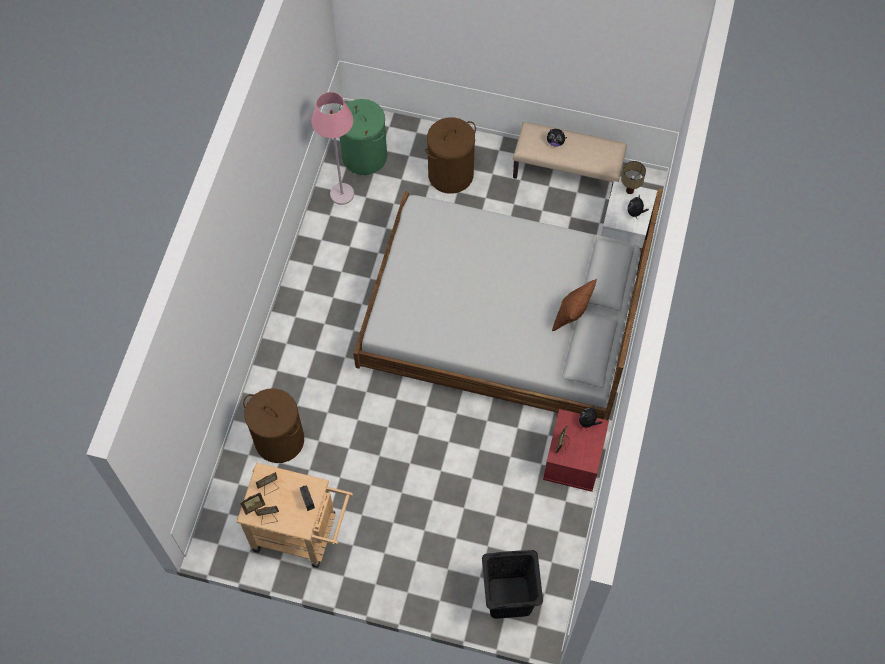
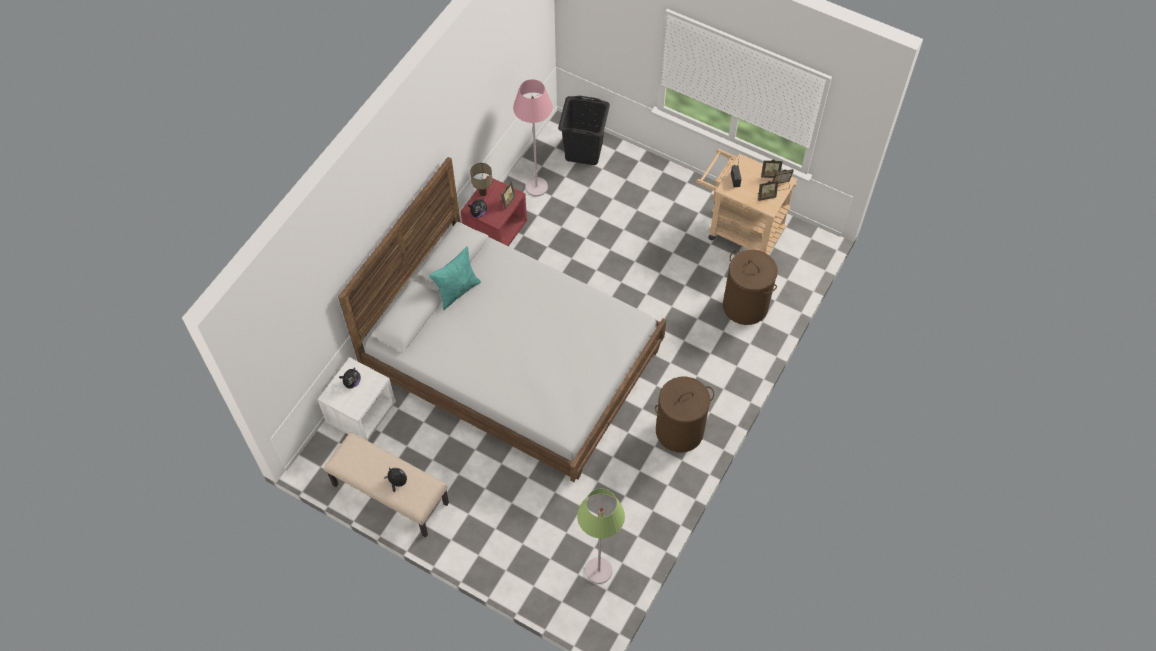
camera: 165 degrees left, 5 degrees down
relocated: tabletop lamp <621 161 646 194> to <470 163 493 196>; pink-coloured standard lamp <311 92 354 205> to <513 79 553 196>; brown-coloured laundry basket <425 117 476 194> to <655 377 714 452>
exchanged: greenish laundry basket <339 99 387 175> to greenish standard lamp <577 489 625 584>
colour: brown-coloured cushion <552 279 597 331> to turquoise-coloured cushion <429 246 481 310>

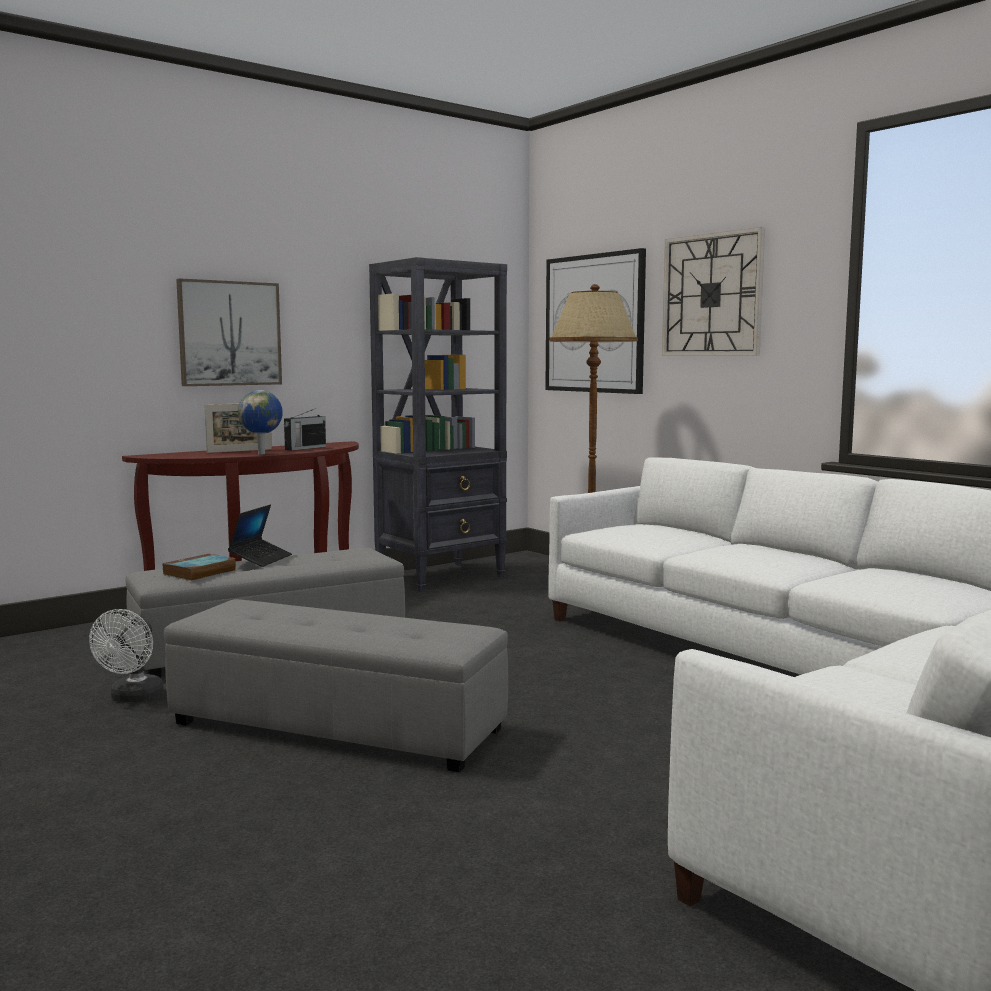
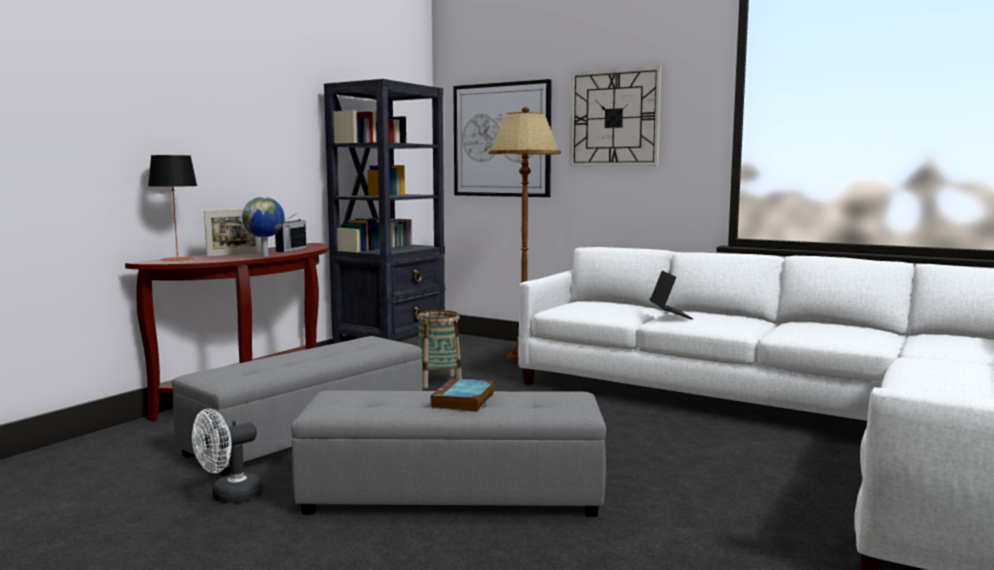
camera: 20 degrees left, 0 degrees up
missing: picture <176 278 282 386>
appeared: tabletop lamp <148 155 197 261>; storage basket <417 310 462 388>
relocated: bound book <163 553 236 581> to <431 378 494 412>; laptop <228 505 292 567> to <650 271 693 320>
spun: white cooling fan <89 609 164 702> = <192 409 263 503> 60 degrees clockwise

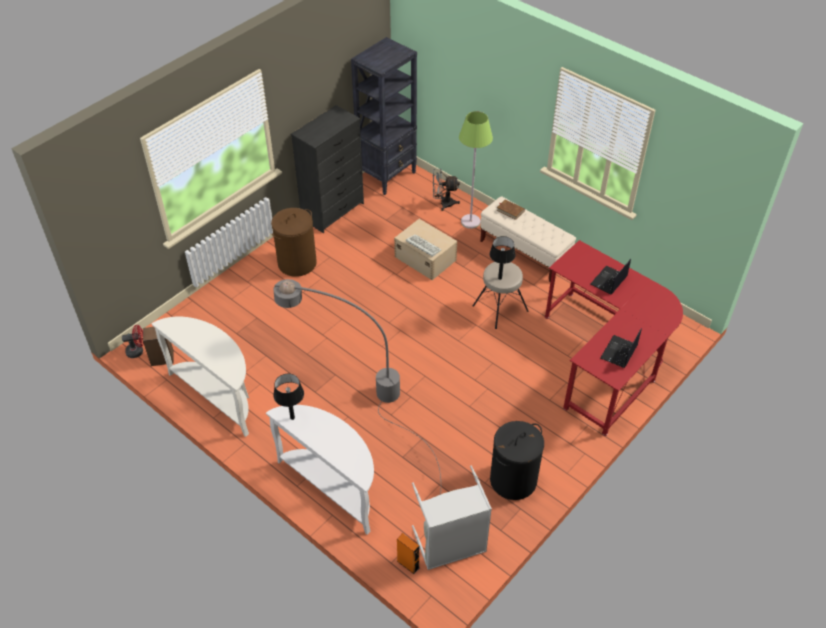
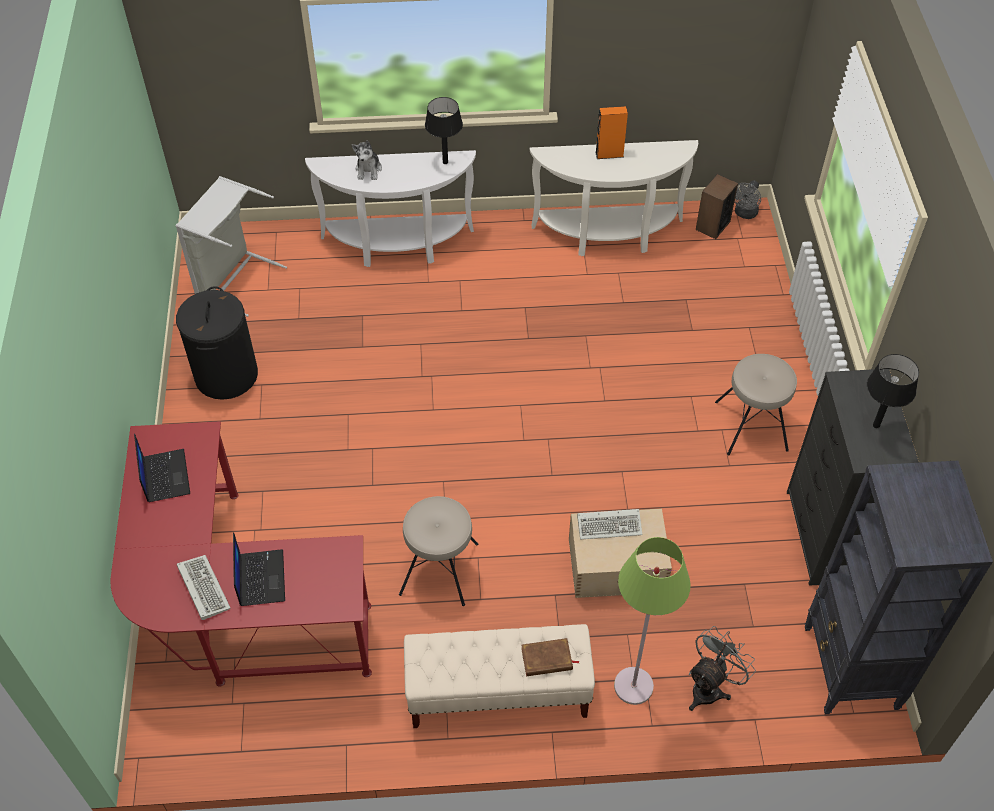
camera: 135 degrees right, 5 degrees up
missing: greyish standard lamp <273 279 441 495>
appeared: keyboard <177 555 231 620>; soft toy <352 141 382 180>
relocated: orange-coloured speaker <397 533 419 574> to <595 106 628 159>; blackish tabletop lamp <490 236 515 280> to <867 354 919 428>
exchanged: brown-coloured laundry basket <271 208 317 277> to beige-coloured stool <715 354 797 455>
colour: reddish cooling fan <122 325 144 358> to greyish cooling fan <735 180 761 219>

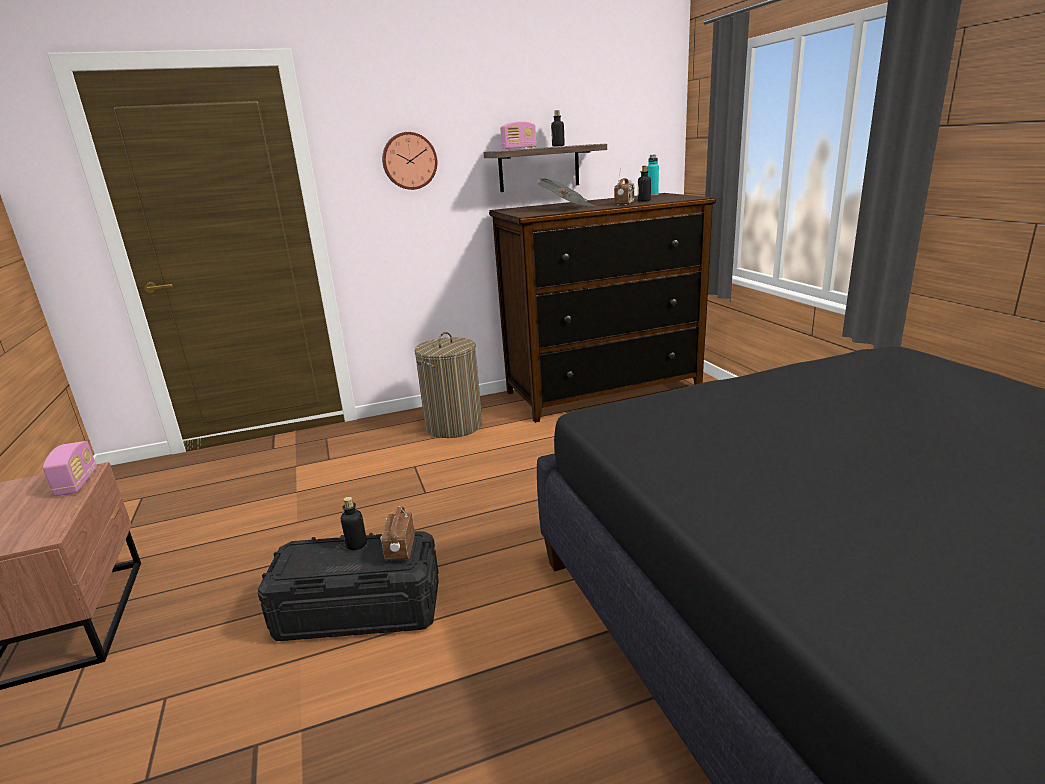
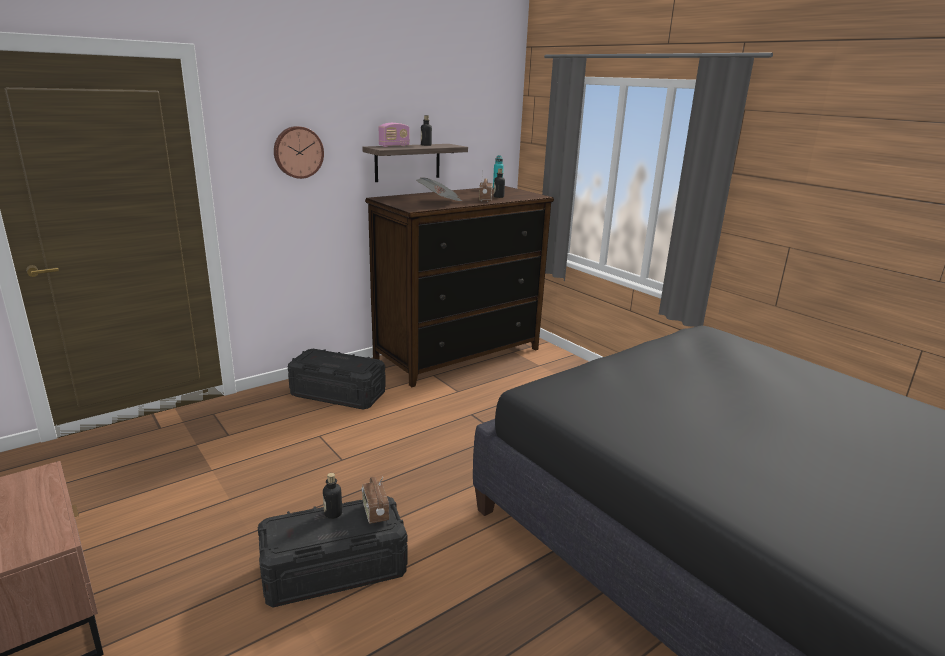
camera: 20 degrees left, 0 degrees up
missing: radio set <43 441 97 496>
exchanged: laundry basket <415 332 482 438> to blackish storage box <288 349 386 409>

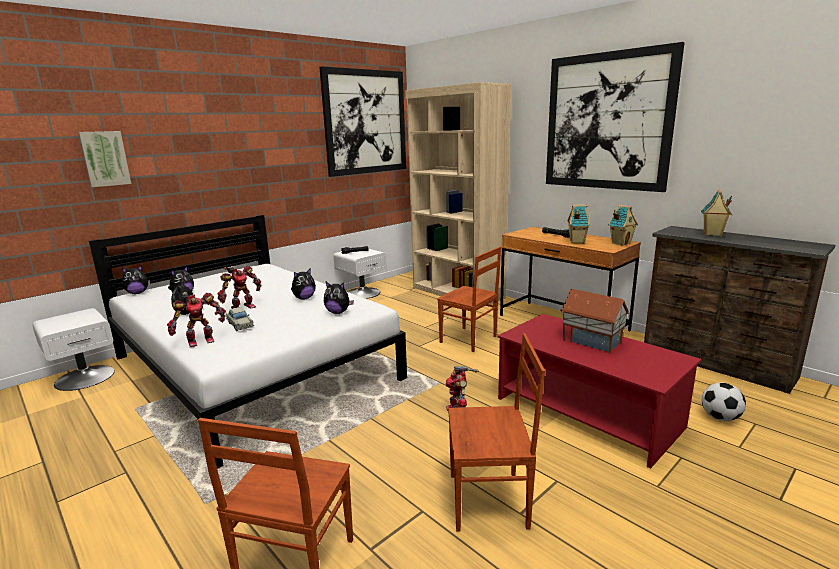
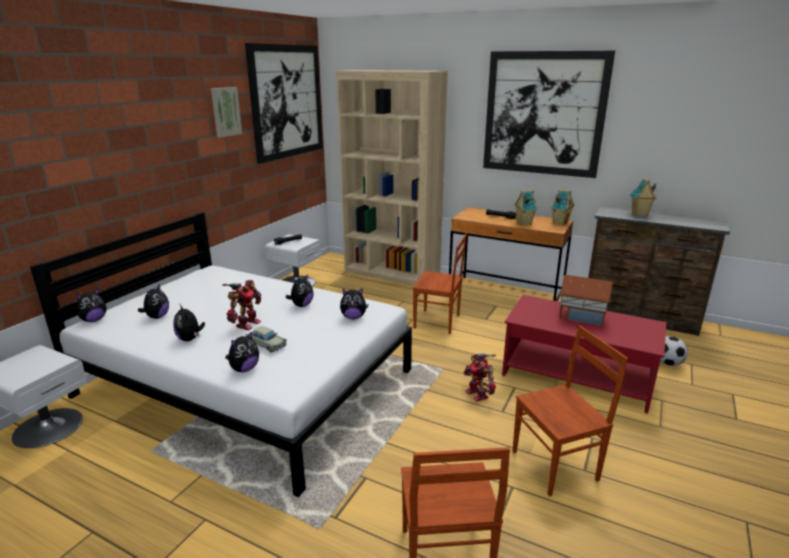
camera: 20 degrees left, 5 degrees up
relocated: picture <78 131 131 187> to <211 87 242 138>
exchanged: toy robot <167 292 226 347> to soft toy <225 331 259 372>

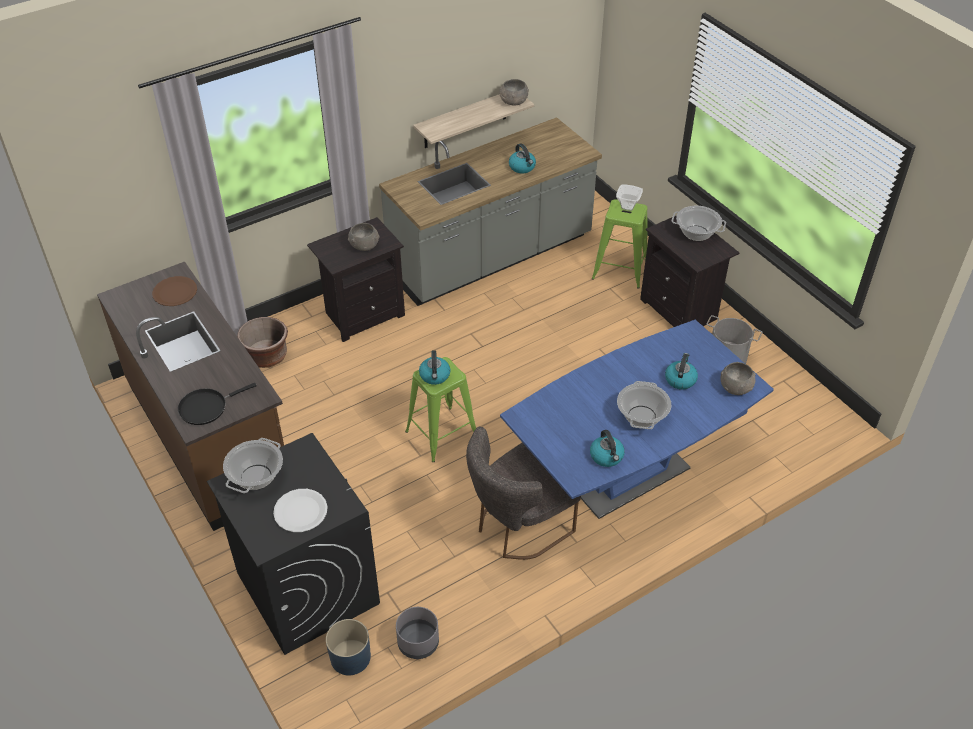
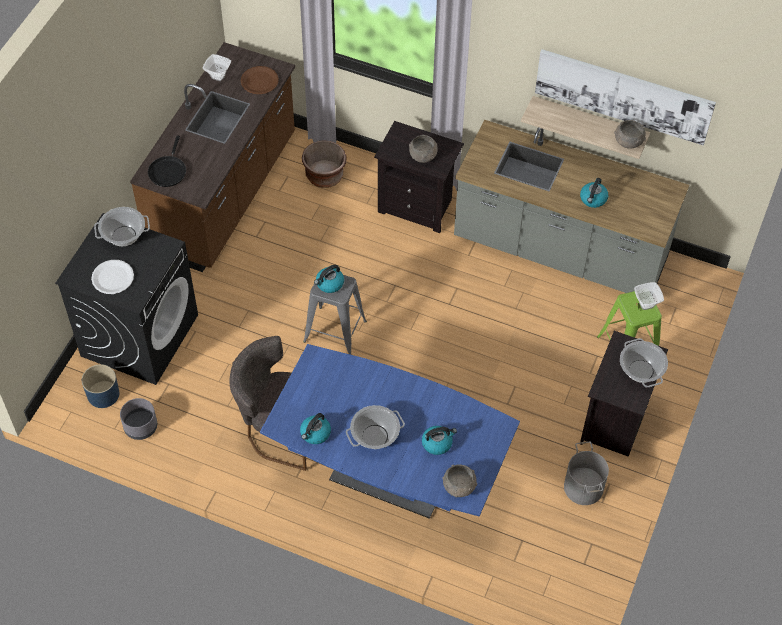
camera: 55 degrees right, 10 degrees up
appeared: serving bowl <203 54 231 81>; picture <535 49 716 146>
colour: greenish stool <405 357 476 462> to greyish stool <303 275 367 355>
spun: blackish frying pan <178 383 257 425> = <148 135 186 187> 105 degrees counterclockwise

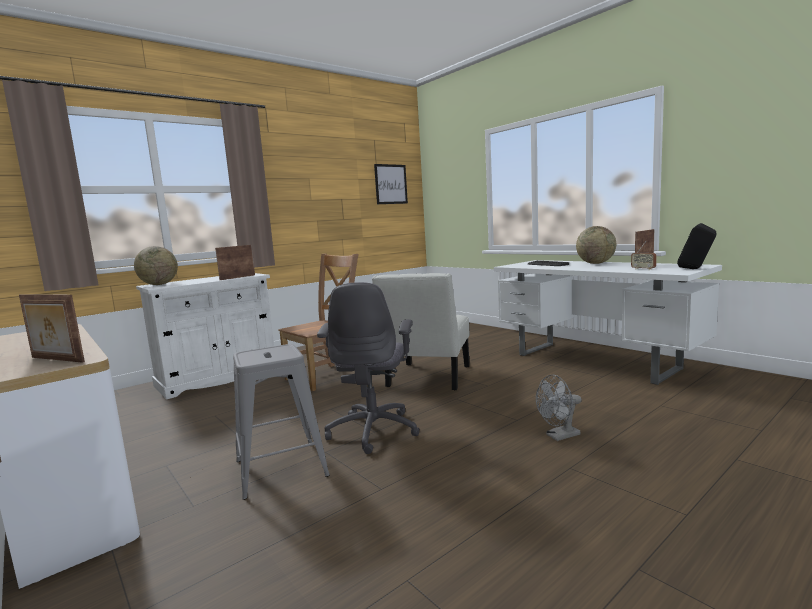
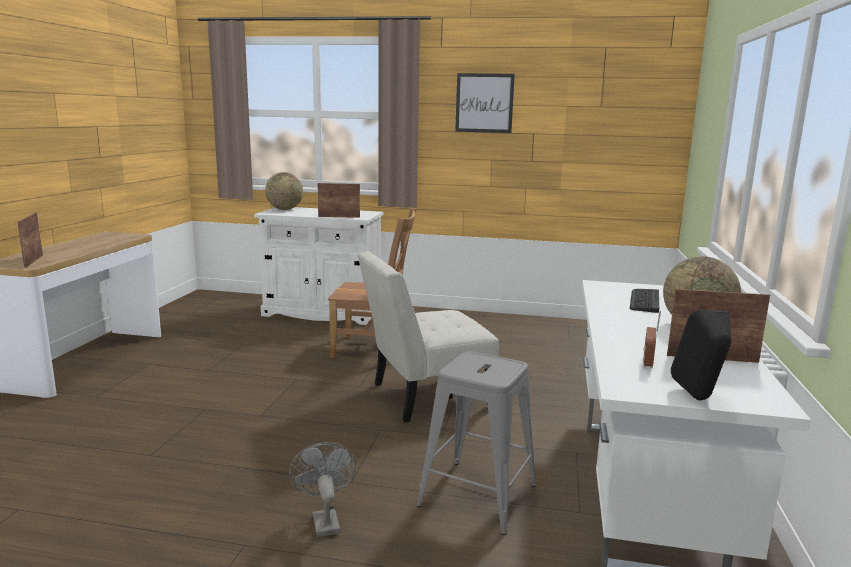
camera: 50 degrees right, 5 degrees up
missing: greyish office chair <317 282 420 454>
relocated: greyish stool <233 344 330 500> to <416 351 536 535>; picture <374 164 408 204> to <455 73 515 133>
spun: greyish cooling fan <536 375 582 441> = <289 442 356 537> 45 degrees clockwise

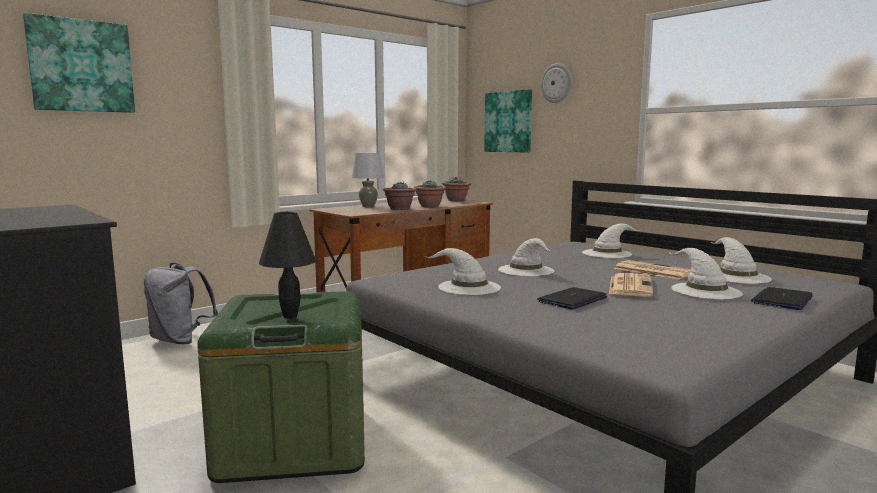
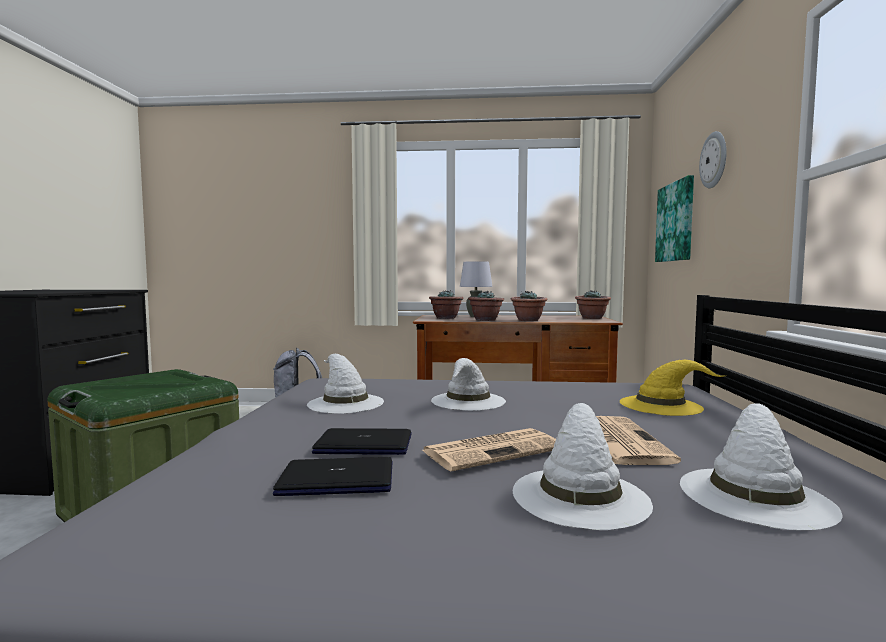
camera: 45 degrees right, 5 degrees down
missing: picture <23 13 135 113>; blackish tabletop lamp <259 212 316 319>
appeared: potted plant <429 290 463 319>
relocated: laptop <751 287 813 310> to <273 457 392 496>
colour: white clothing hat <582 223 640 258> to yellow-coloured clothing hat <620 360 727 416>

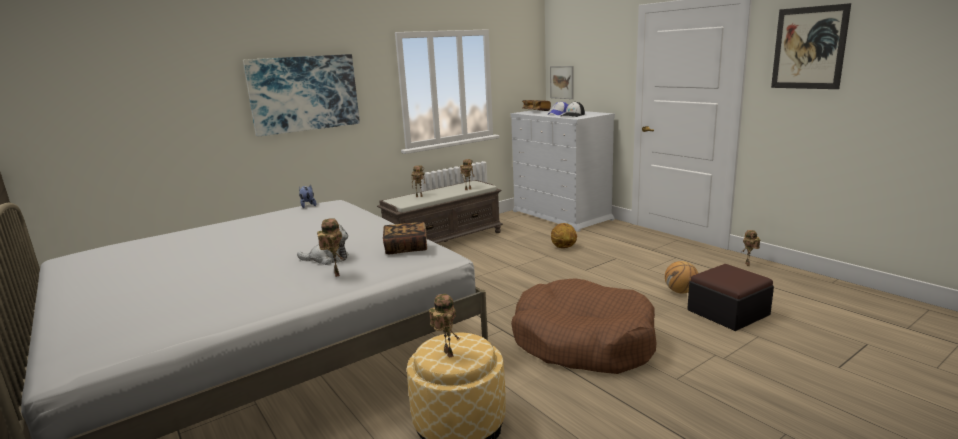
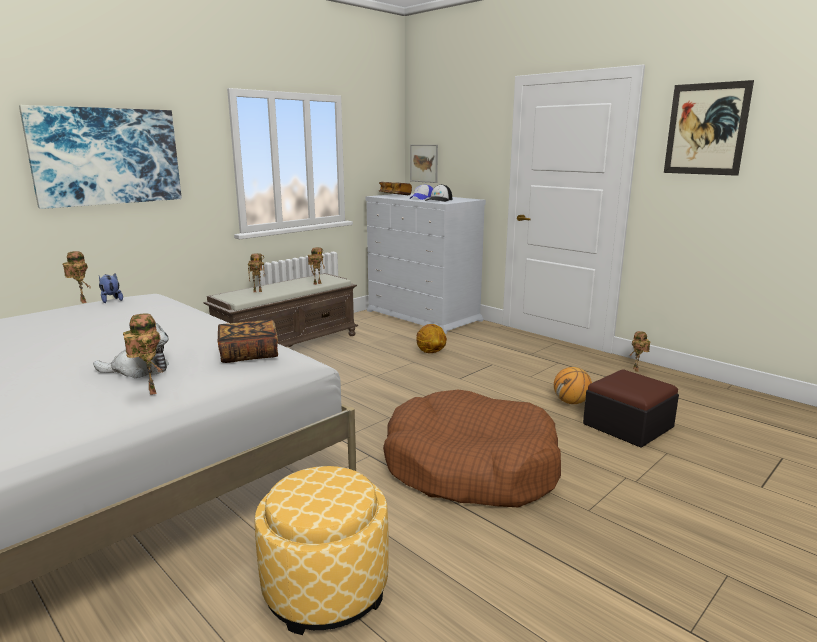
camera: 10 degrees left, 0 degrees up
relocated: toy robot <429 294 460 358> to <63 251 90 303>

